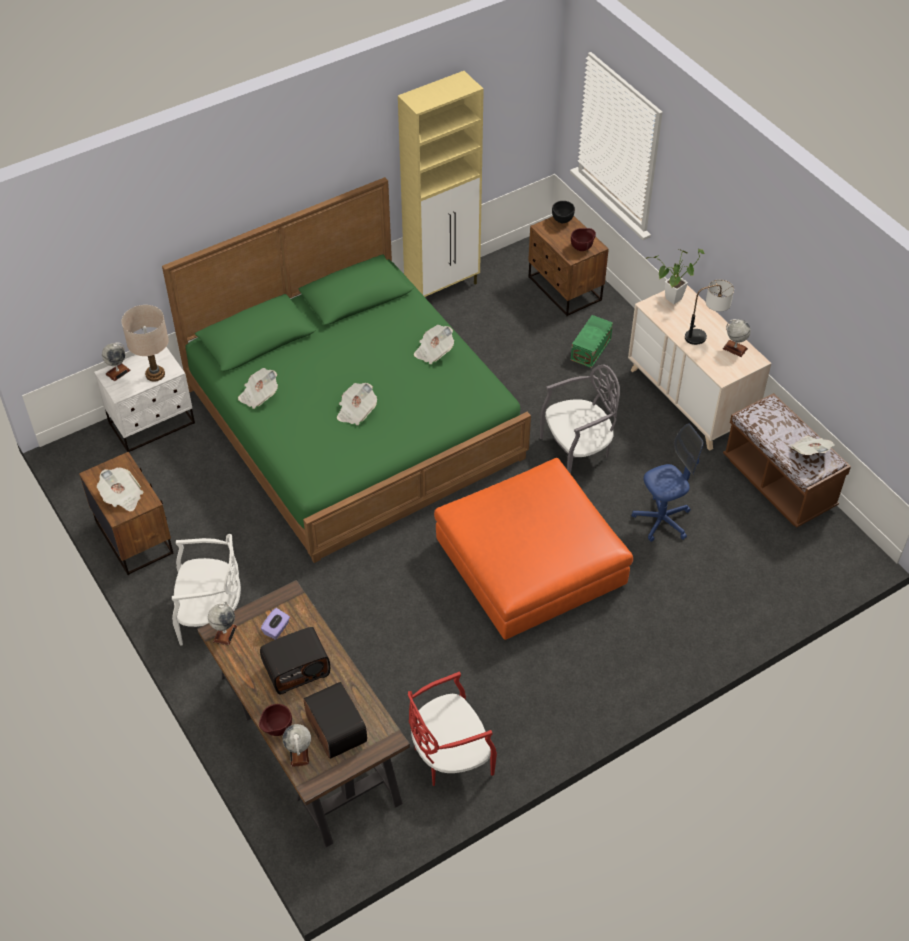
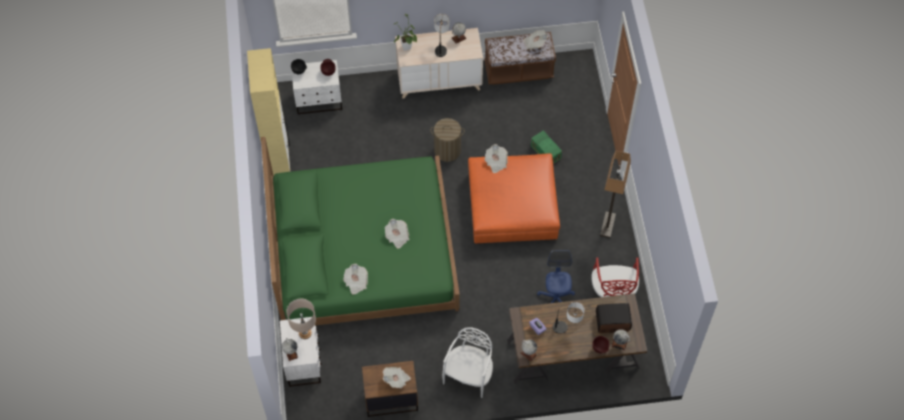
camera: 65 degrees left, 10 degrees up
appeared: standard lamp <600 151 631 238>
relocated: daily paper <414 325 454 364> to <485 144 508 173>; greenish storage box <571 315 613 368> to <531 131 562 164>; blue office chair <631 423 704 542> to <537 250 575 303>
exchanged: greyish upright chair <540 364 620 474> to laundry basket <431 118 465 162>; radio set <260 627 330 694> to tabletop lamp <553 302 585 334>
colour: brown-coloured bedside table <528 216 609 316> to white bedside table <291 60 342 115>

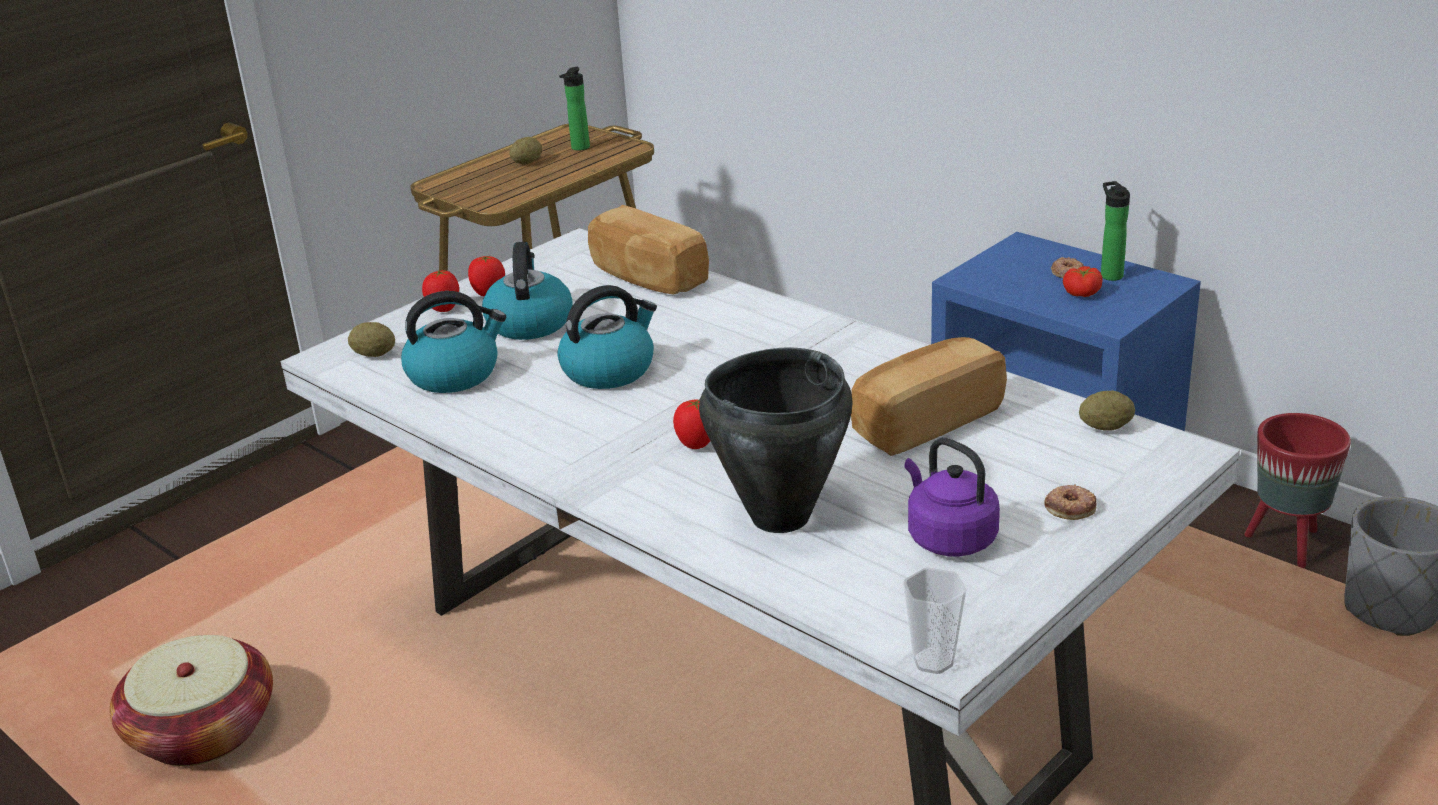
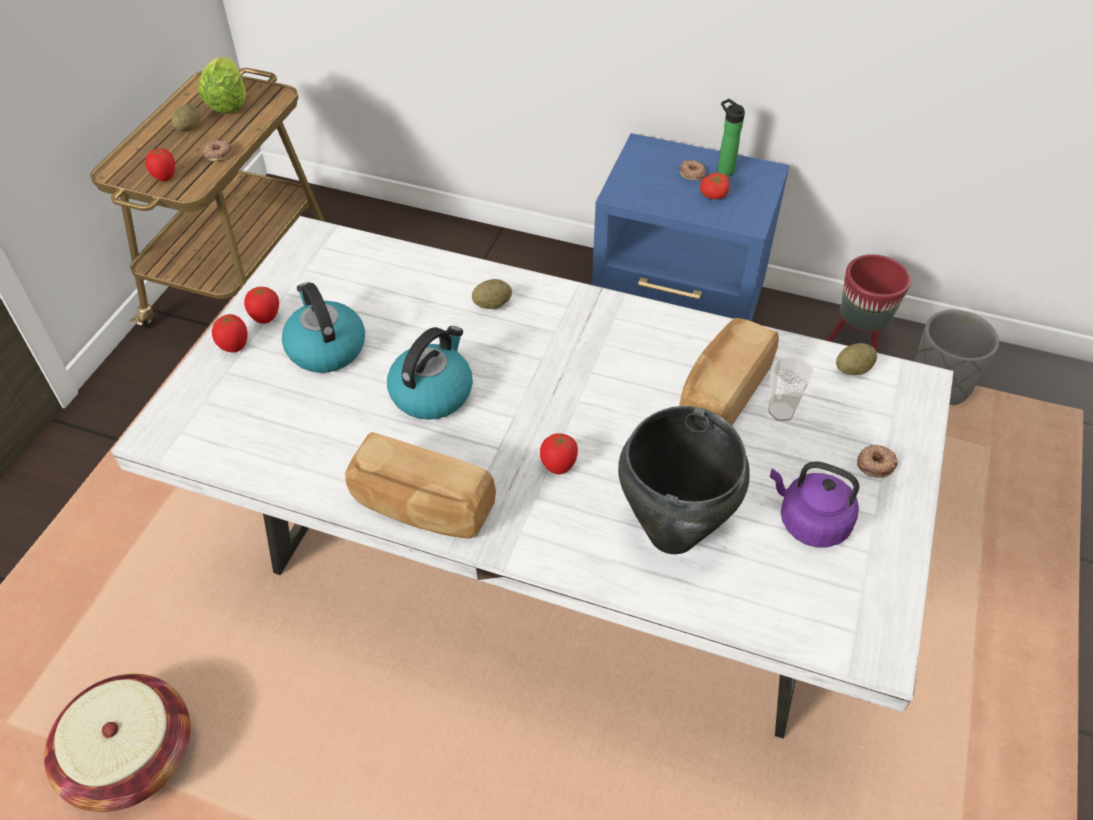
camera: 25 degrees left, 20 degrees up
missing: kettle <401 291 506 393>
appeared: fresh tomato <145 148 175 181>; doughnut <203 140 233 162>
relocated: bread <588 205 709 295> to <345 432 496 539>; spud <348 322 395 357> to <472 279 512 309>; small cup <903 568 966 674> to <768 357 814 421>
exchanged: bottle <559 67 590 151> to lettuce head <198 57 246 113>

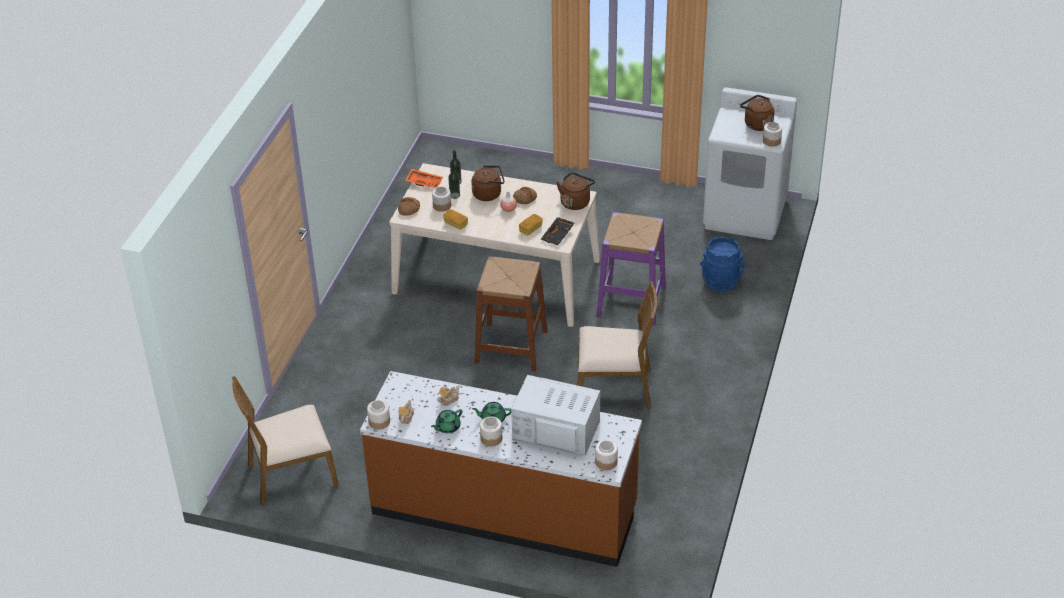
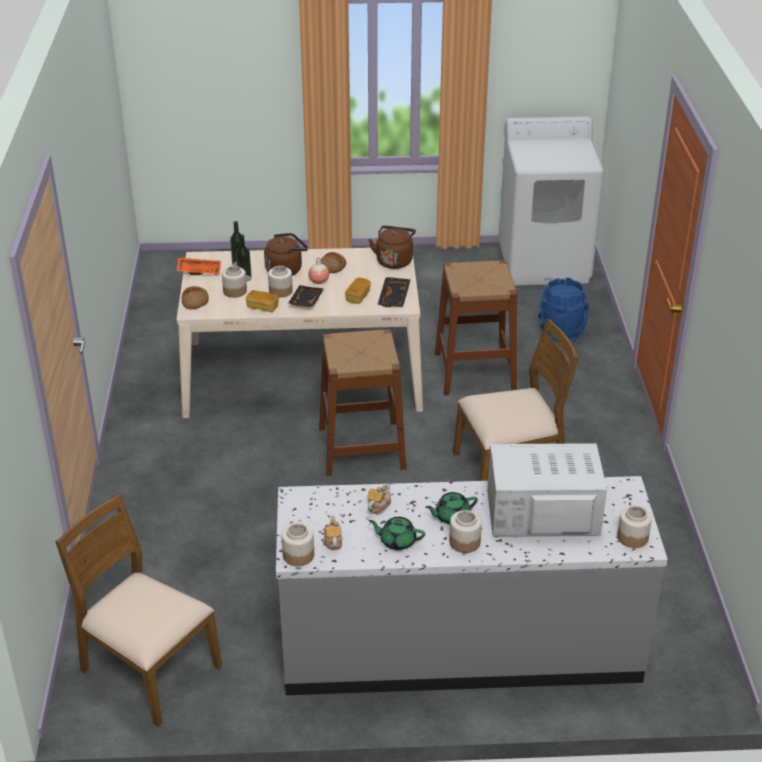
camera: 20 degrees left, 5 degrees down
missing: brown-coloured kettle <740 95 774 131>
appeared: blackish carrying tray <288 285 324 307>
relocated: storage jar <763 122 782 146> to <268 266 293 298>
colour: brown-coloured kitchen base unit <360 371 642 567> to greyish kitchen base unit <276 476 668 695>; purple stool <596 212 666 325> to brown-coloured stool <435 260 517 395>
spun: brown-coloured upright chair <232 376 339 505> = <55 494 222 726> 75 degrees clockwise; greenish tea pot <431 409 462 433> = <369 517 425 550> 75 degrees clockwise

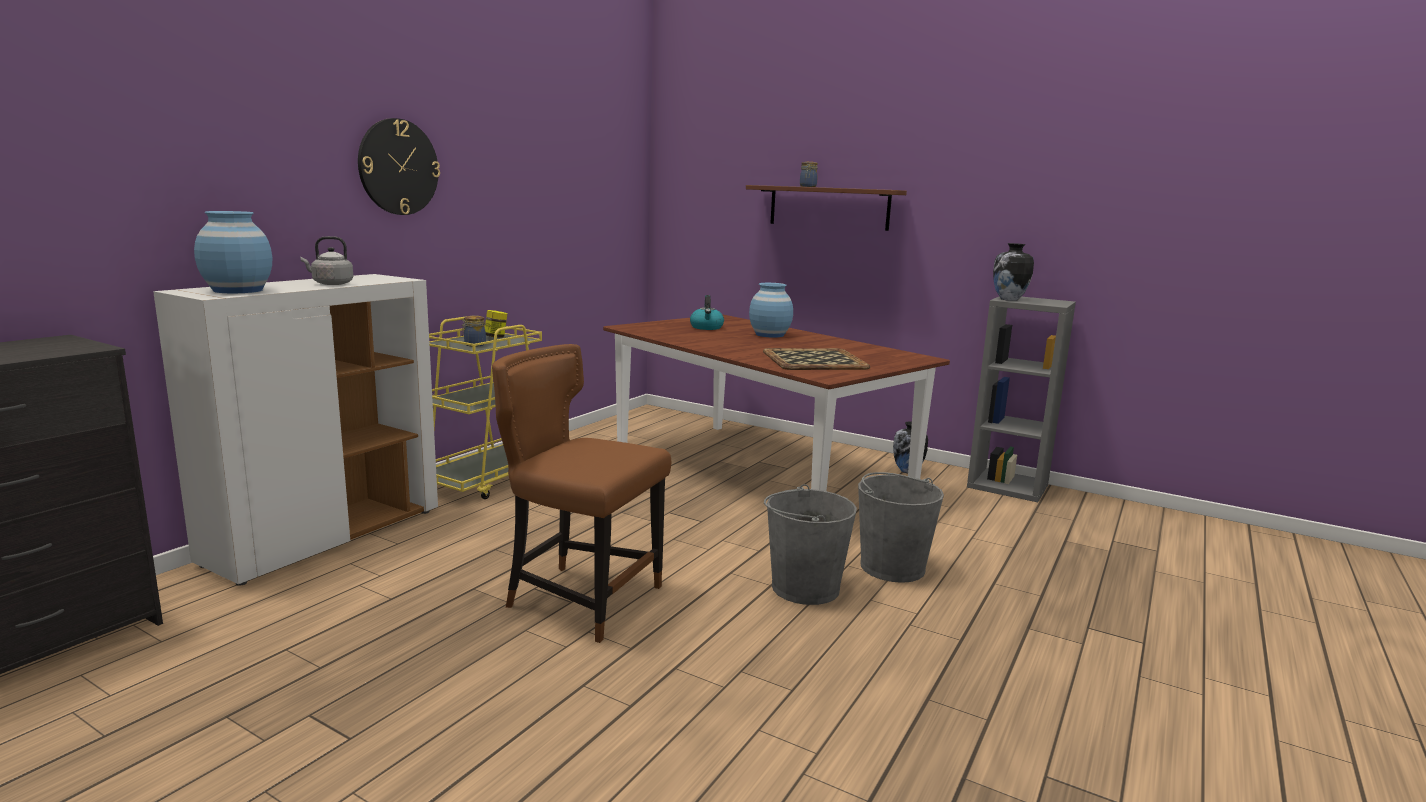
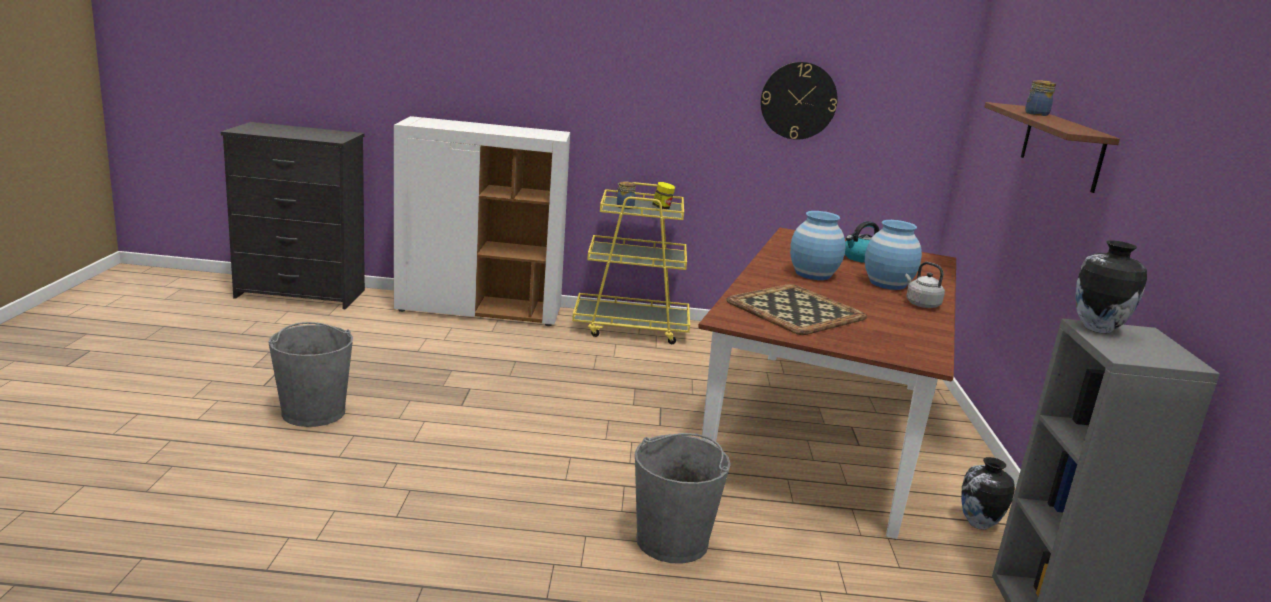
camera: 60 degrees right, 5 degrees up
missing: brown-coloured upright chair <492 344 671 643>
relocated: greyish water bucket <764 484 857 605> to <269 322 353 427>; clock on the wall <358 118 440 215> to <761 62 838 140>; blue vase <194 211 272 293> to <790 211 845 280>; greyish kettle <300 236 353 285> to <905 262 945 308>

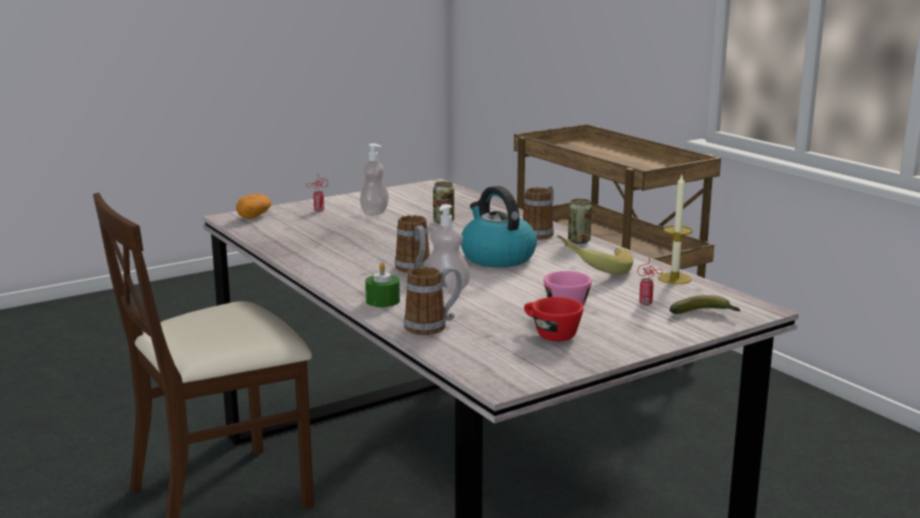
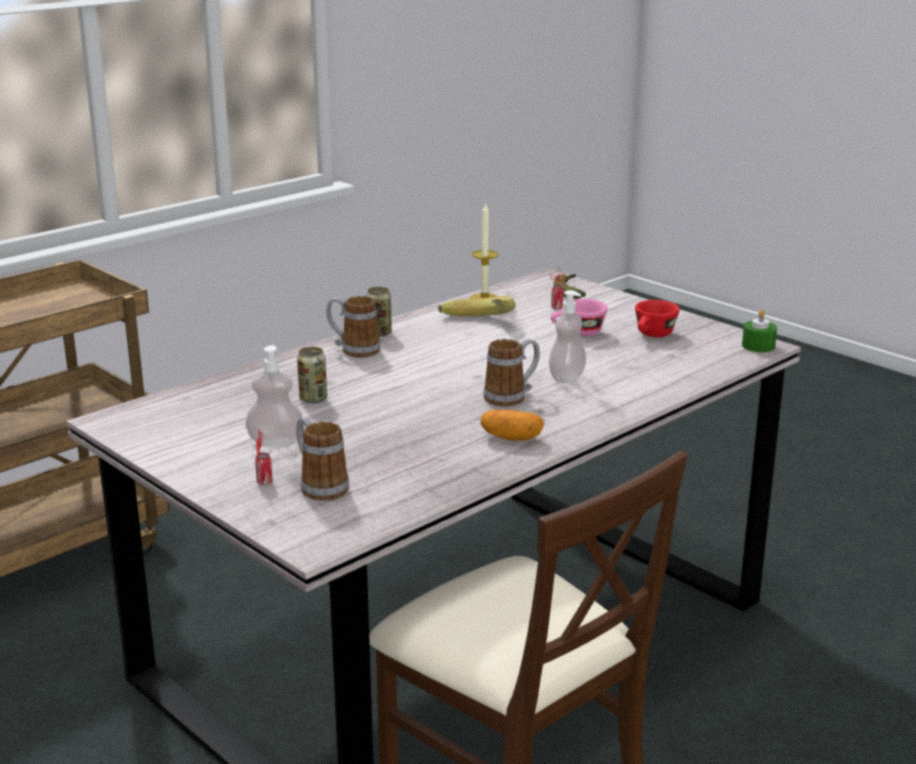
camera: 100 degrees left, 5 degrees up
missing: kettle <461 186 537 267>
relocated: tea mug <404 267 462 335> to <296 417 349 501>; spud <236 194 271 219> to <481 410 544 441>; greenish wax light <365 262 400 307> to <742 309 777 352>

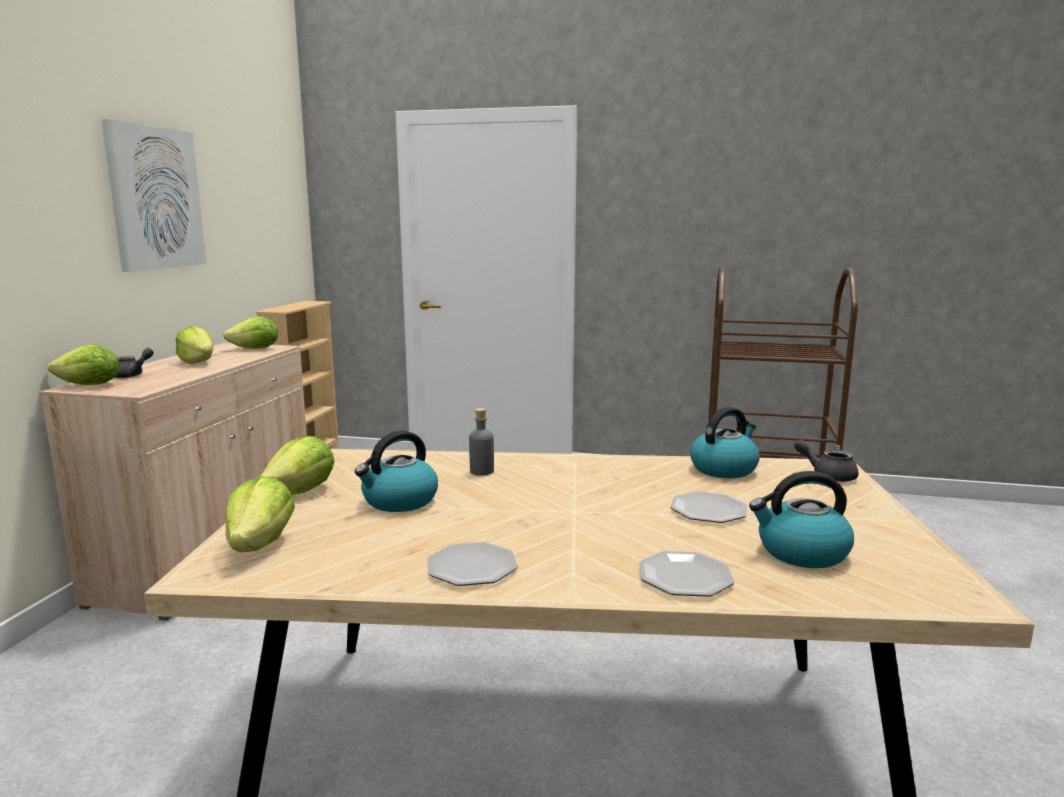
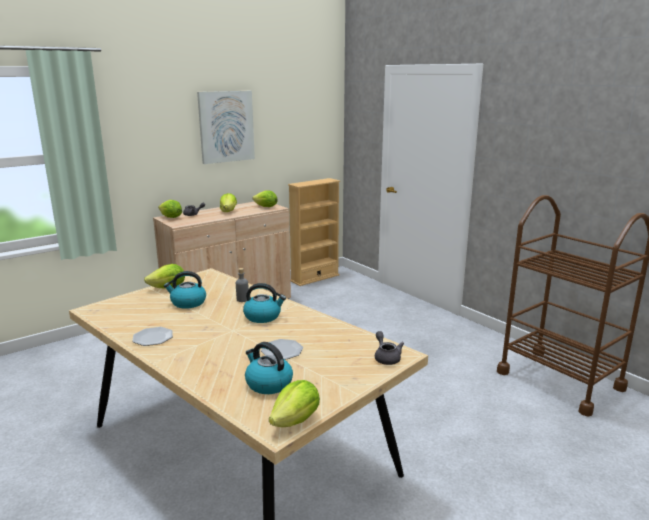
camera: 40 degrees right, 5 degrees up
missing: flat dish <639 551 734 597>
relocated: kettle <690 407 760 478> to <243 283 286 323>; lettuce head <226 476 295 552> to <269 380 320 427>

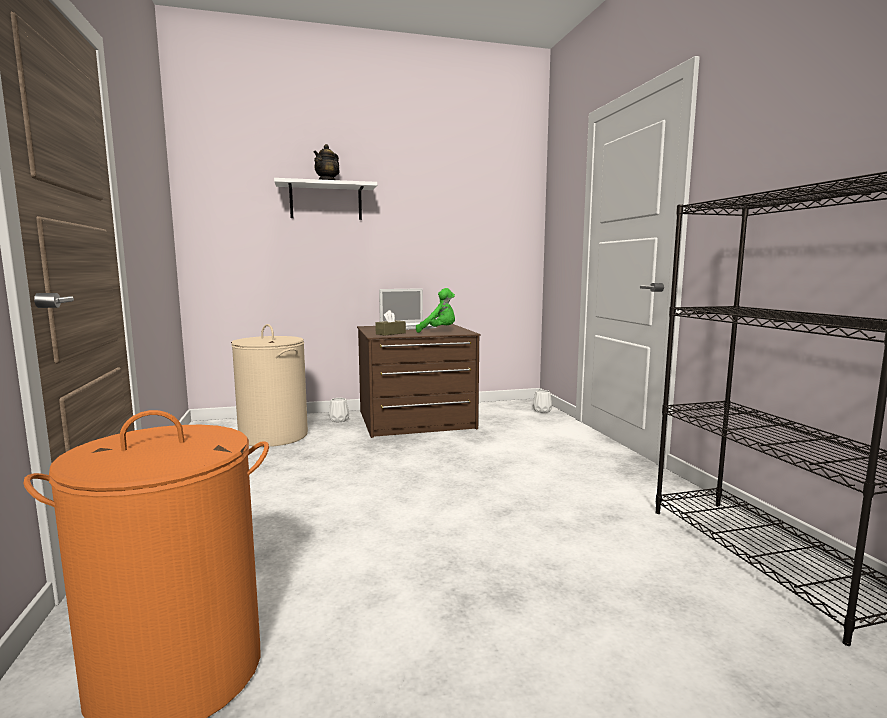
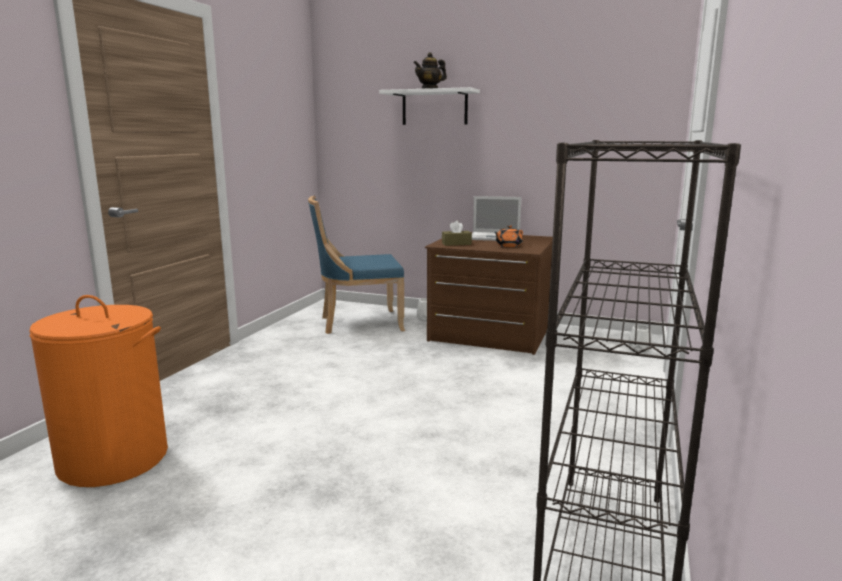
camera: 35 degrees right, 5 degrees up
exchanged: beige-coloured laundry basket <231 324 308 447> to blue upright chair <308 196 405 334>; greenish soft toy <416 288 455 333> to orange-coloured tea pot <494 225 523 247>

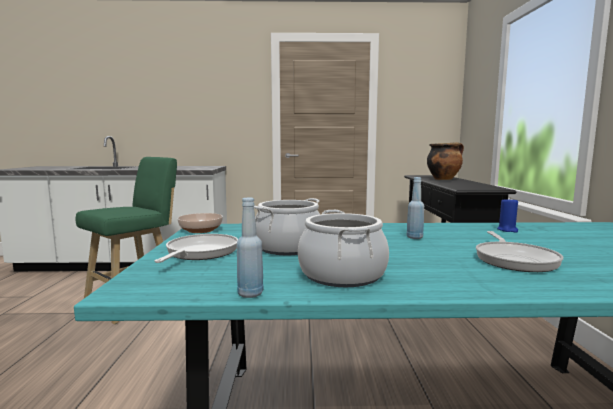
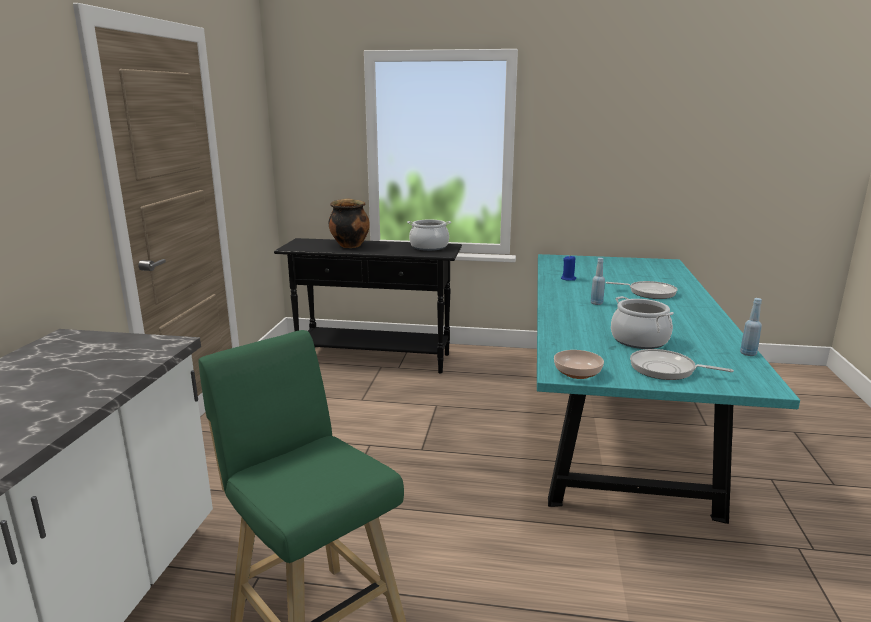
camera: 80 degrees left, 10 degrees up
relocated: stockpot <298 210 389 287> to <407 219 451 251>

